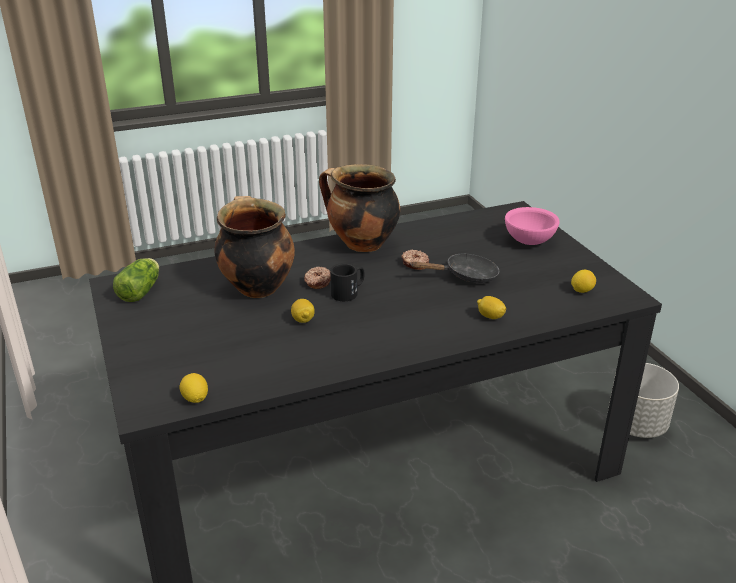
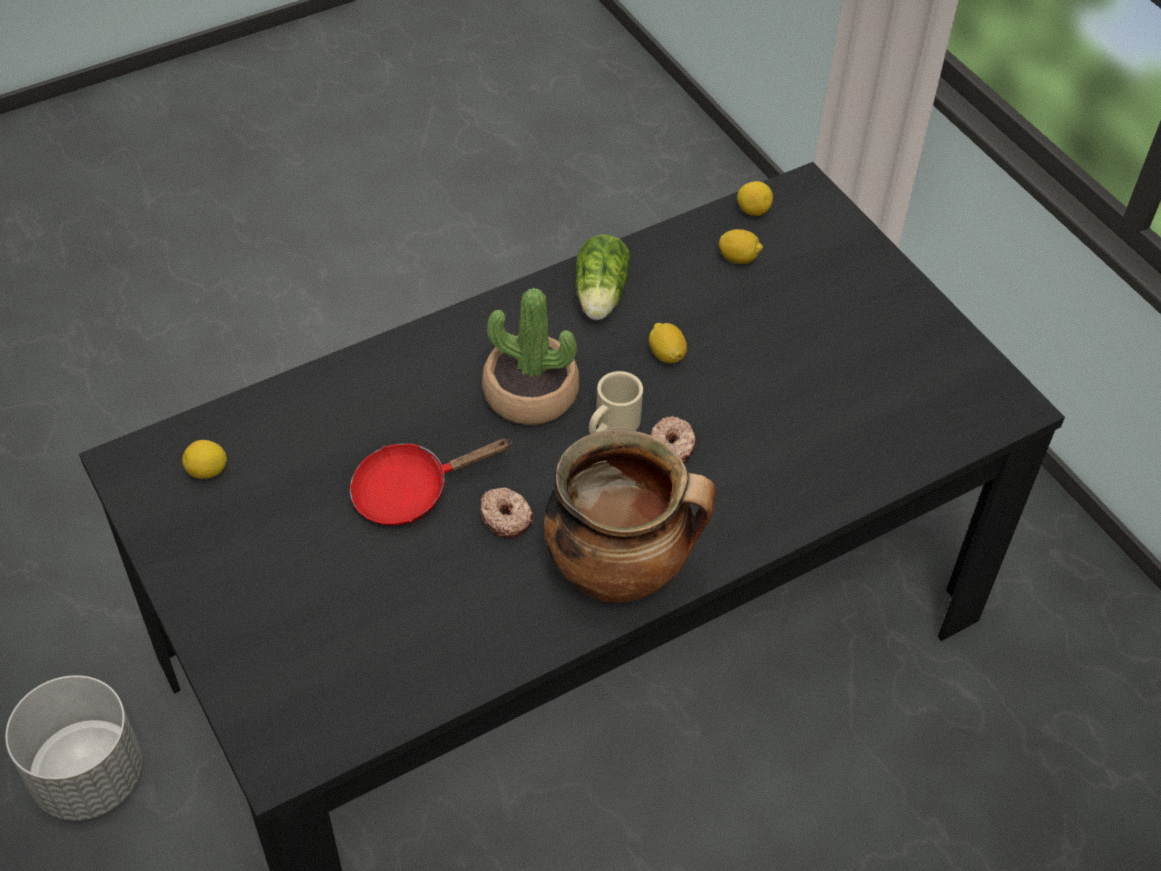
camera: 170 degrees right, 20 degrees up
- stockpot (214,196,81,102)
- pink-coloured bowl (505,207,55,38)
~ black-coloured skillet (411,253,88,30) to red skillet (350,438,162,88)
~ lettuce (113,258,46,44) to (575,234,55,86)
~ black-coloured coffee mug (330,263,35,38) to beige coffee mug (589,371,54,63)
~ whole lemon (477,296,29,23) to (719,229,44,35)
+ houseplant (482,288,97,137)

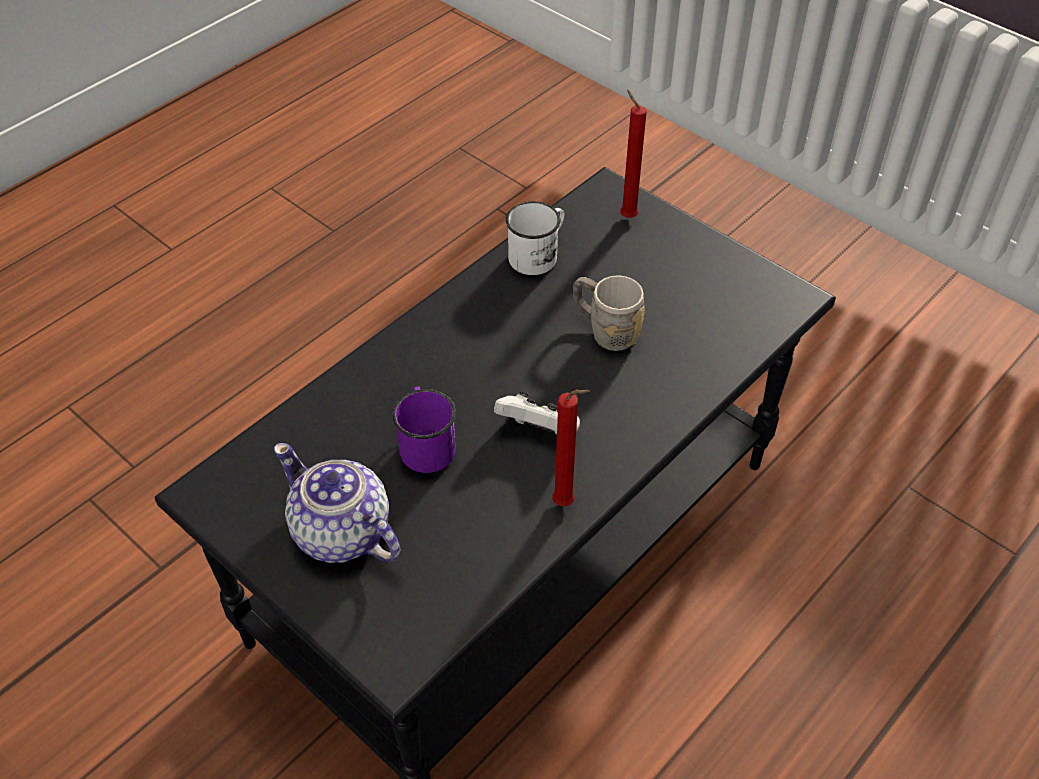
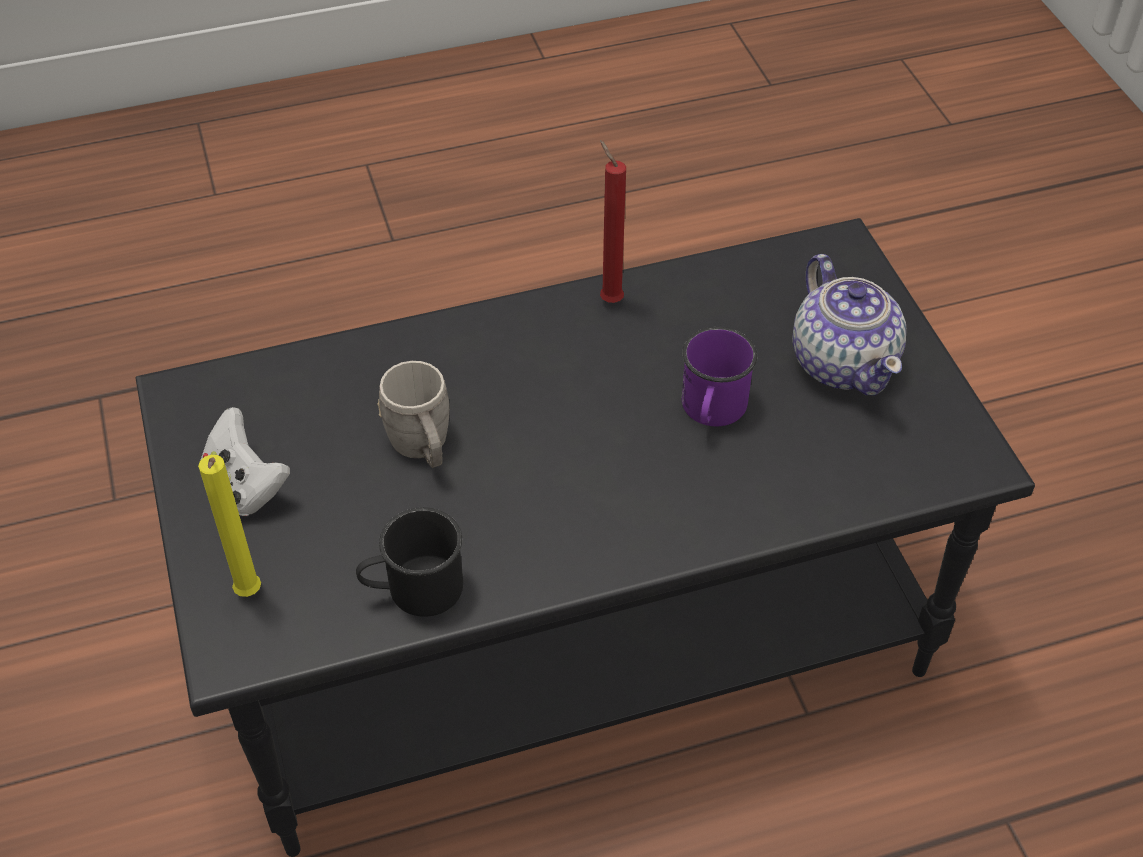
camera: 150 degrees left, 0 degrees up
~ red wax light (620,90,27,128) to yellow wax light (198,455,63,142)
~ white coffee mug (506,201,59,74) to black-coloured coffee mug (356,507,107,110)
~ white joypad (494,390,86,44) to (200,407,90,109)

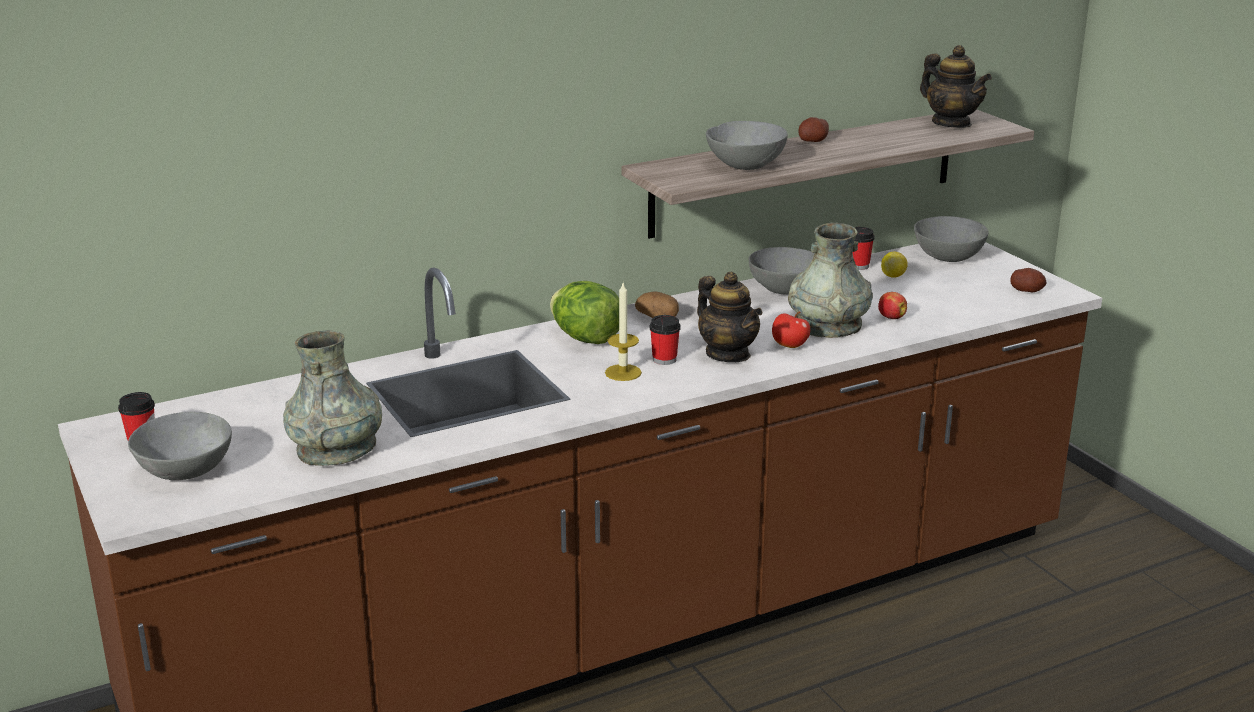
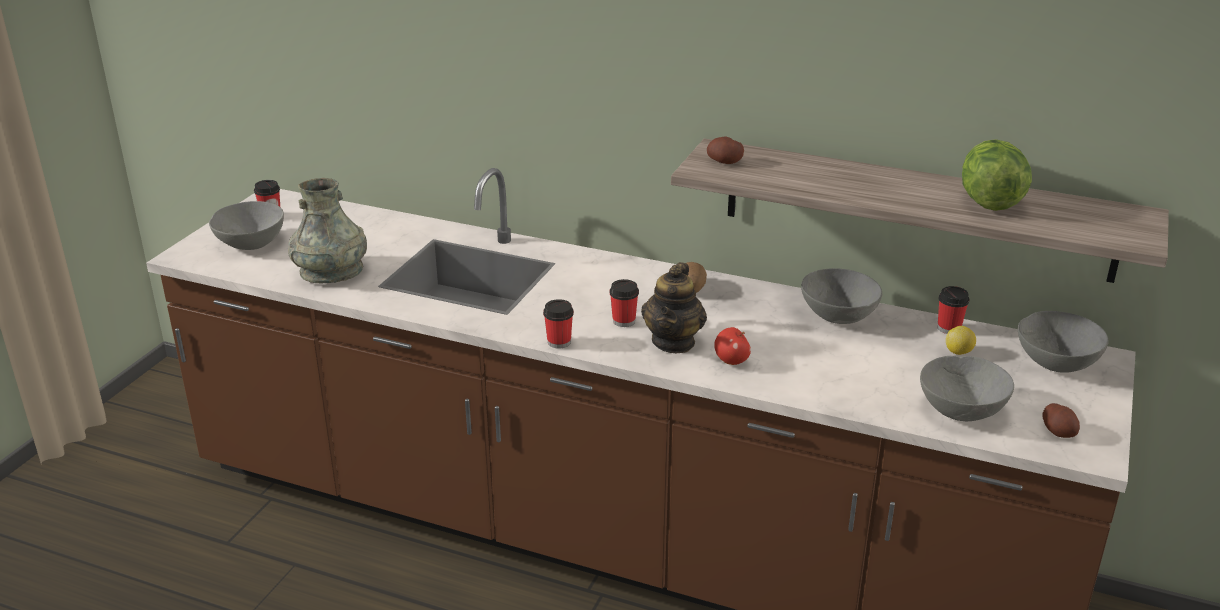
camera: 50 degrees right, 5 degrees up
- pot for tea (920,45,72,83)
~ whole potato (798,117,31,25) to (707,137,37,27)
~ greyish bowl (706,121,82,49) to (920,356,94,65)
- greyish vase (788,223,85,115)
~ lettuce (550,281,69,63) to (962,139,70,72)
- wax light (605,283,37,98)
- apple (878,292,29,27)
+ cup (543,299,31,50)

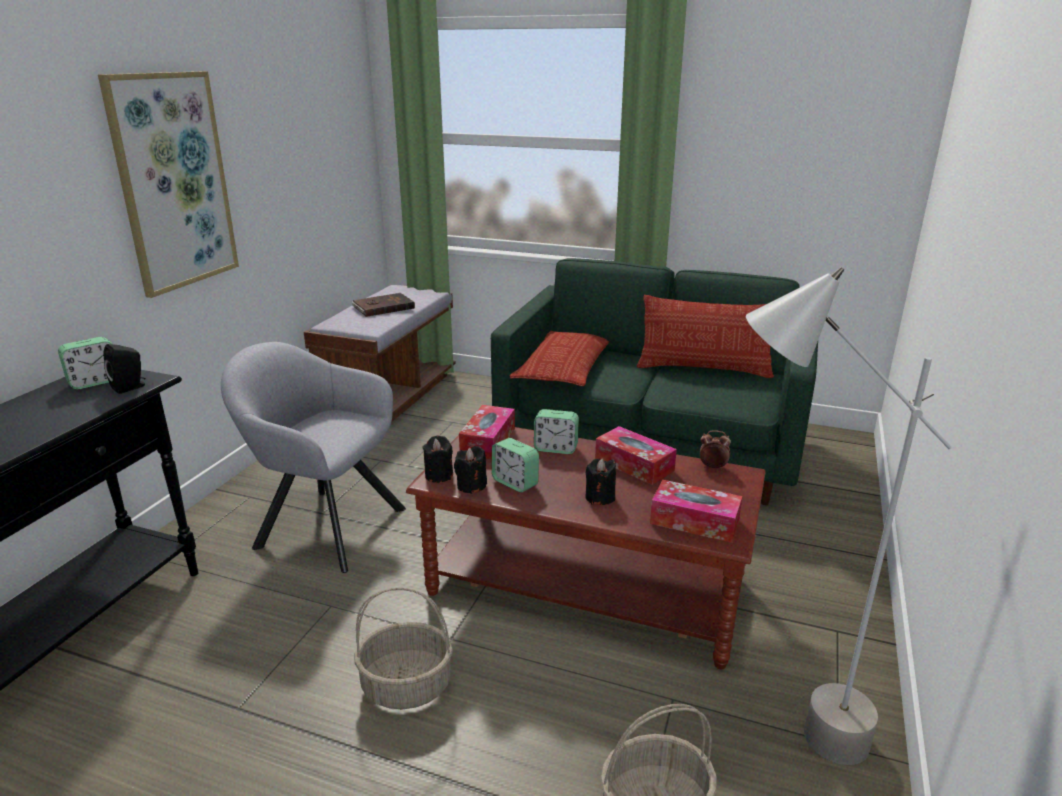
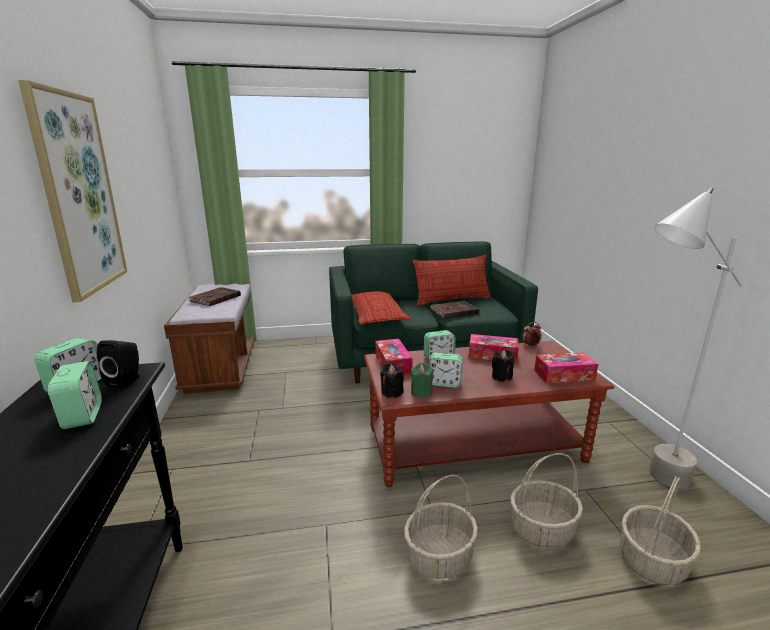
camera: 30 degrees left, 5 degrees down
- greyish easy chair (221,342,185,231)
~ black-coloured wax light (454,446,33,48) to green wax light (411,363,22,35)
+ brown-coloured book (430,301,49,18)
+ alarm clock (48,361,54,68)
+ storage basket (510,453,73,95)

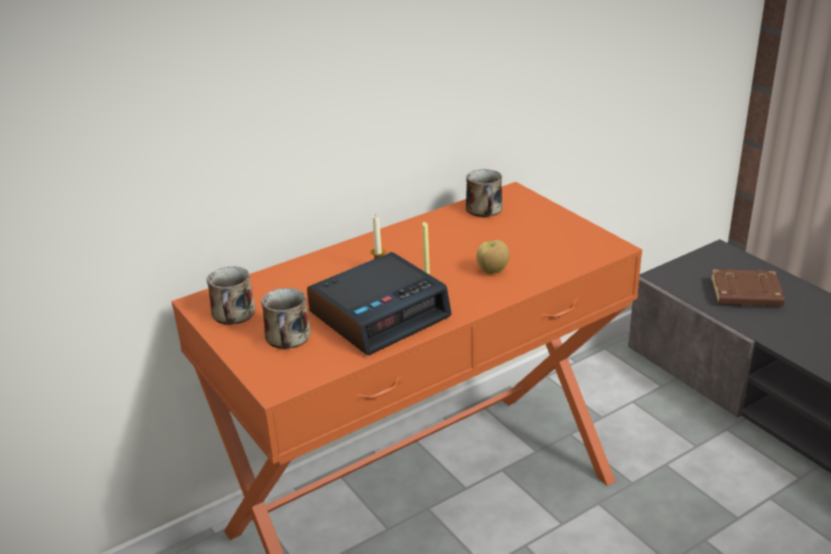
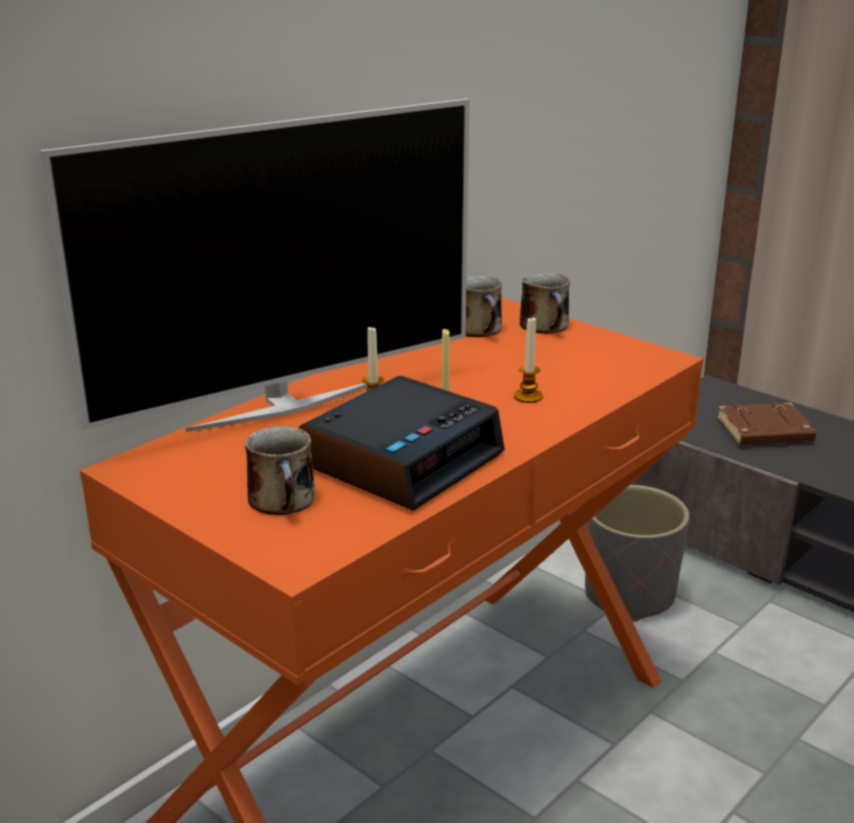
camera: 15 degrees left, 5 degrees down
~ apple (476,240,34,34) to wax light (514,316,29,87)
~ coffee mug (207,266,48,59) to (520,272,50,62)
+ TV (40,99,430,333)
+ greyish plant pot (585,485,104,137)

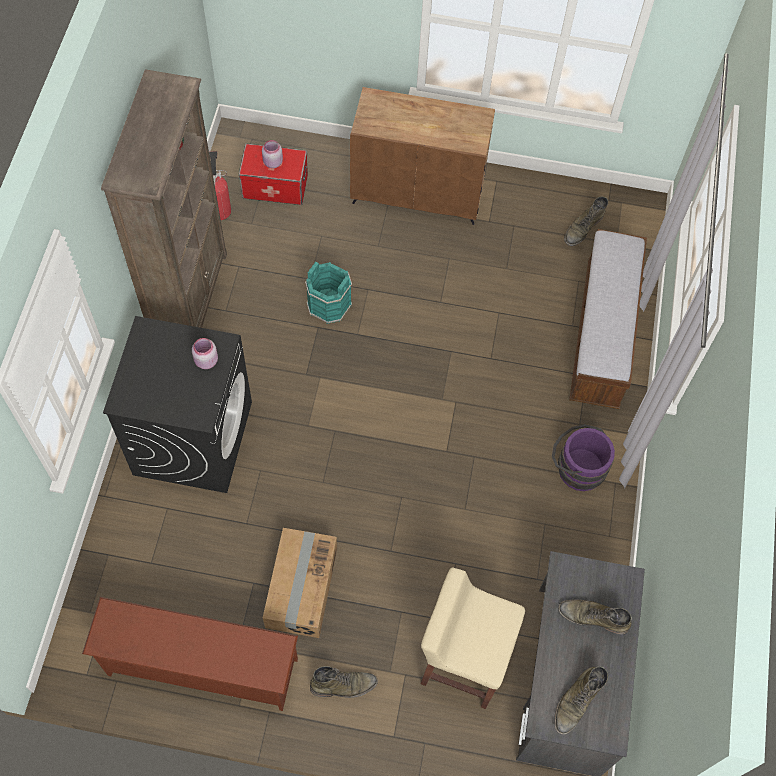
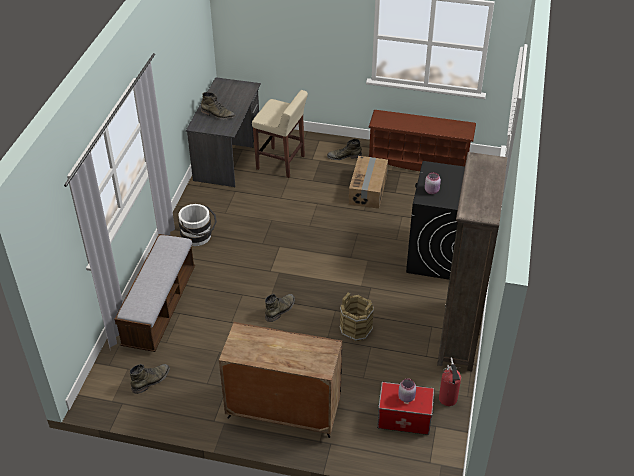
camera: 175 degrees left, 20 degrees down
~ turquoise bucket (305,262,47,62) to brown-coloured bucket (339,293,35,49)
~ purple-coloured bucket (552,424,63,67) to white bucket (178,204,39,42)
~ green high-top boot (554,666,54,69) to (265,294,30,28)

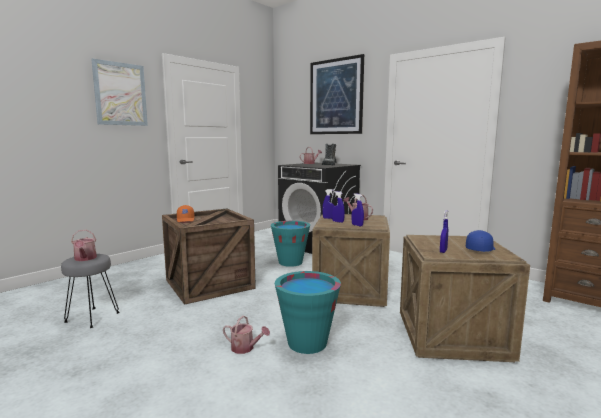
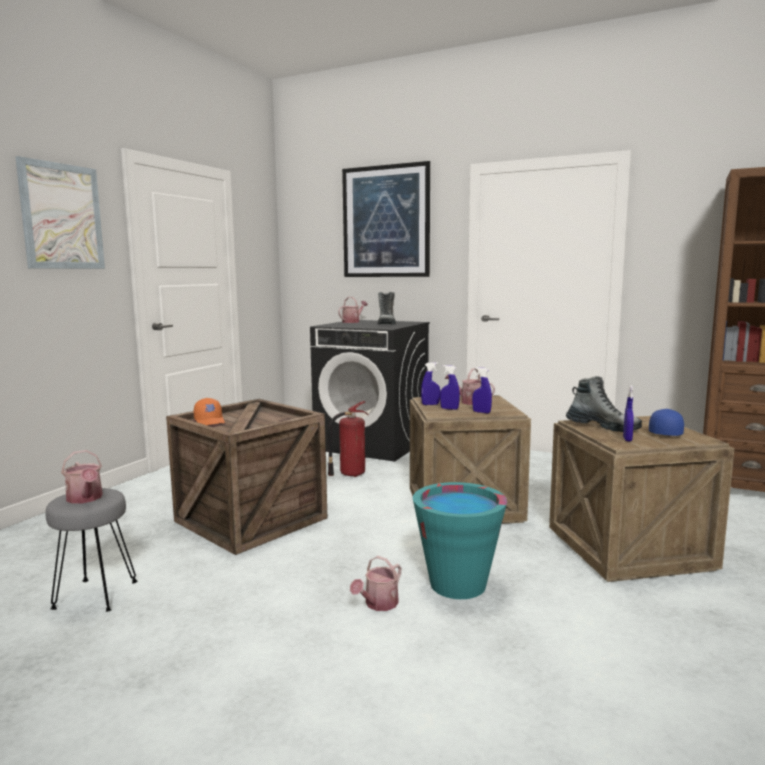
camera: 15 degrees left, 0 degrees up
~ turquoise bucket (271,221,39,46) to fire extinguisher (328,401,40,76)
~ watering can (223,316,47,38) = (350,556,51,55) 120 degrees clockwise
+ high-top boot (566,376,76,56)

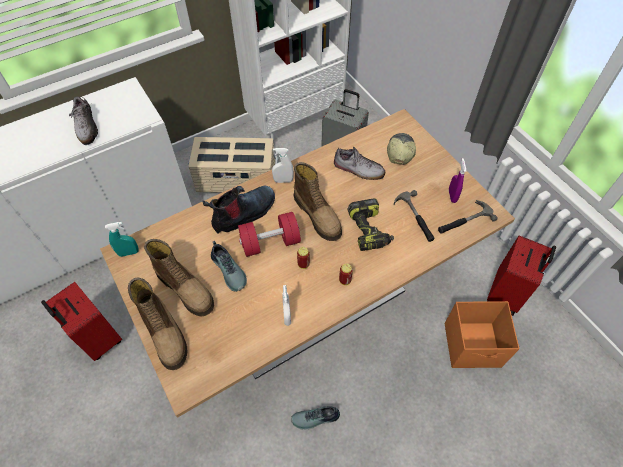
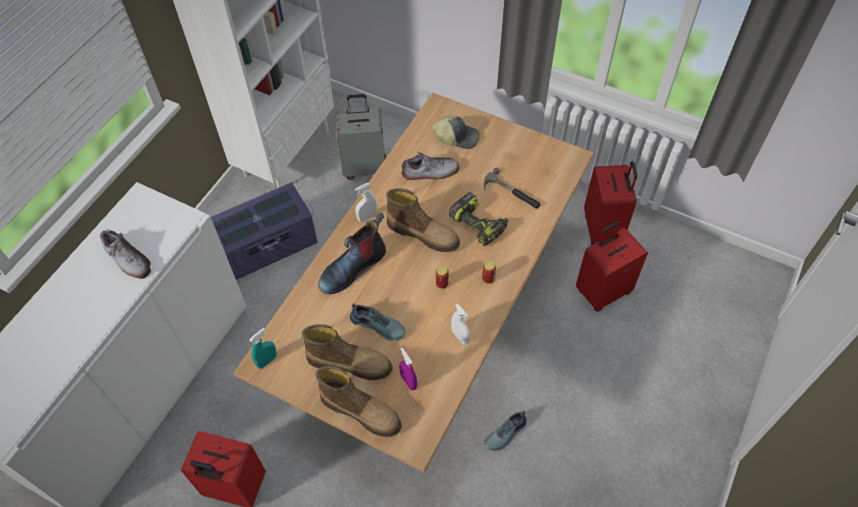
camera: 30 degrees left, 0 degrees up
~ peaked cap (387,133,29,32) = (433,116,47,33) 120 degrees clockwise
~ beige storage bin (188,137,90,56) to purple-coloured storage bin (211,183,107,97)
~ purple-coloured spray bottle (449,158,18,45) to (399,348,18,42)
~ high-top boot (202,186,73,48) = (318,213,68,81) 150 degrees counterclockwise
- hammer (438,200,60,34)
- red dumbbell (238,212,63,45)
~ orange storage bin (445,301,75,67) to red travel case (576,221,72,91)

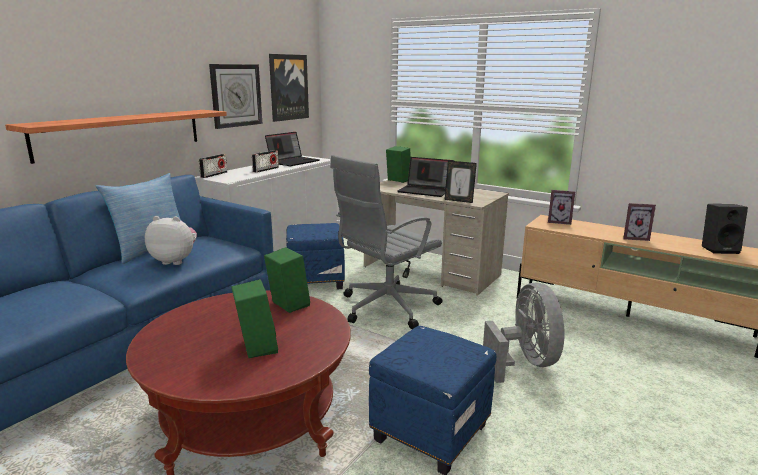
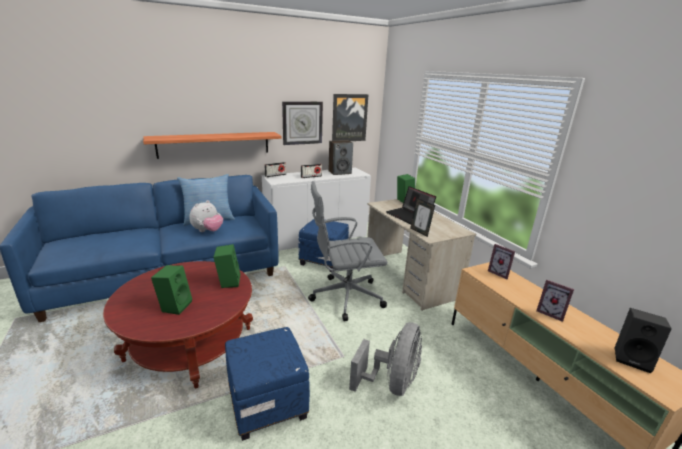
camera: 30 degrees right, 5 degrees up
~ portable computer (265,132,55,34) to speaker (328,140,25,35)
~ cuddly toy (145,216,52,49) = (189,200,34,32) 90 degrees clockwise

